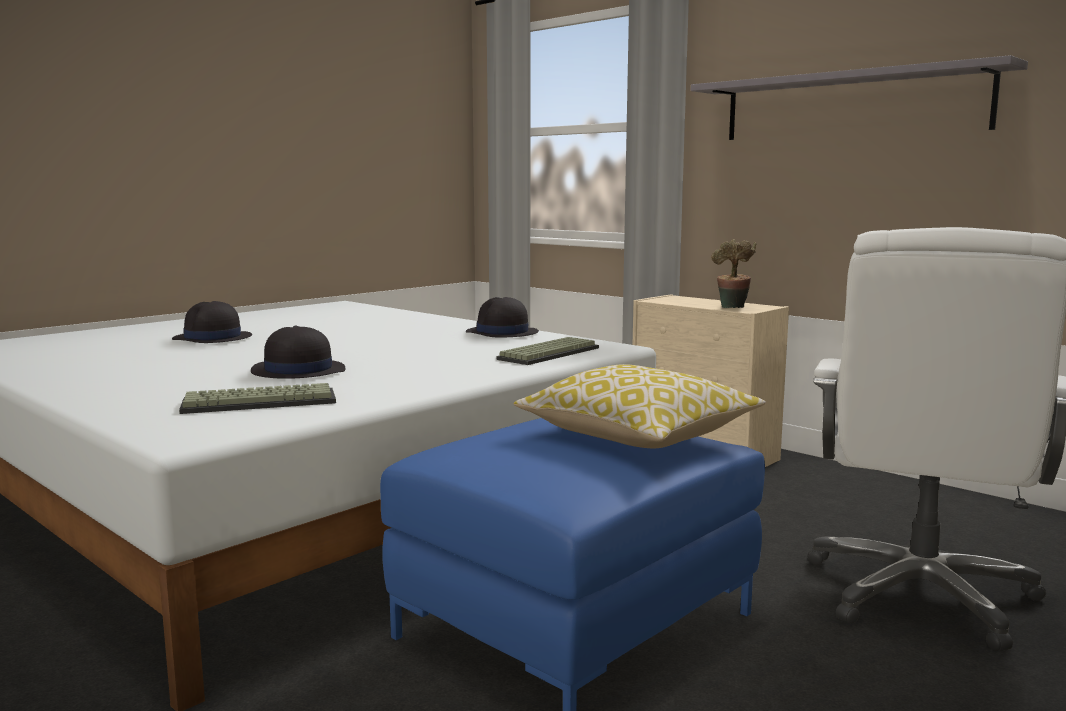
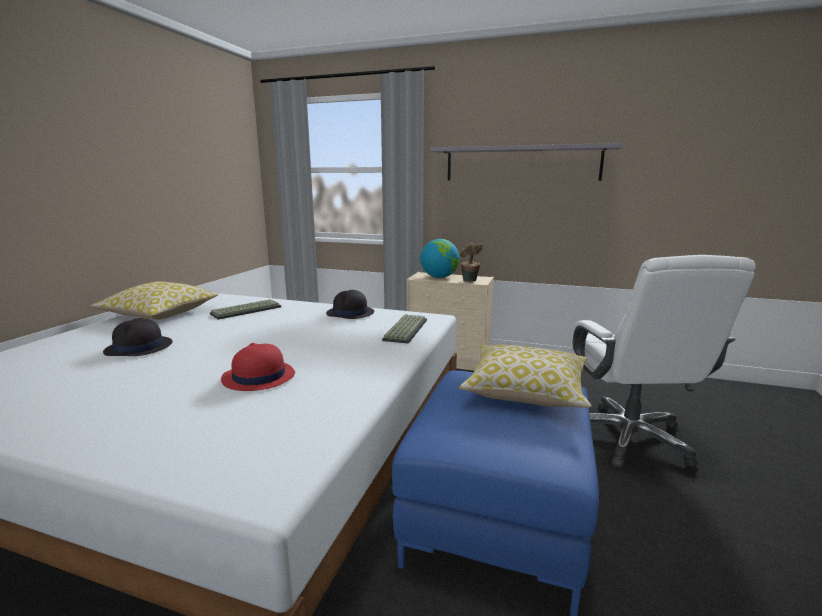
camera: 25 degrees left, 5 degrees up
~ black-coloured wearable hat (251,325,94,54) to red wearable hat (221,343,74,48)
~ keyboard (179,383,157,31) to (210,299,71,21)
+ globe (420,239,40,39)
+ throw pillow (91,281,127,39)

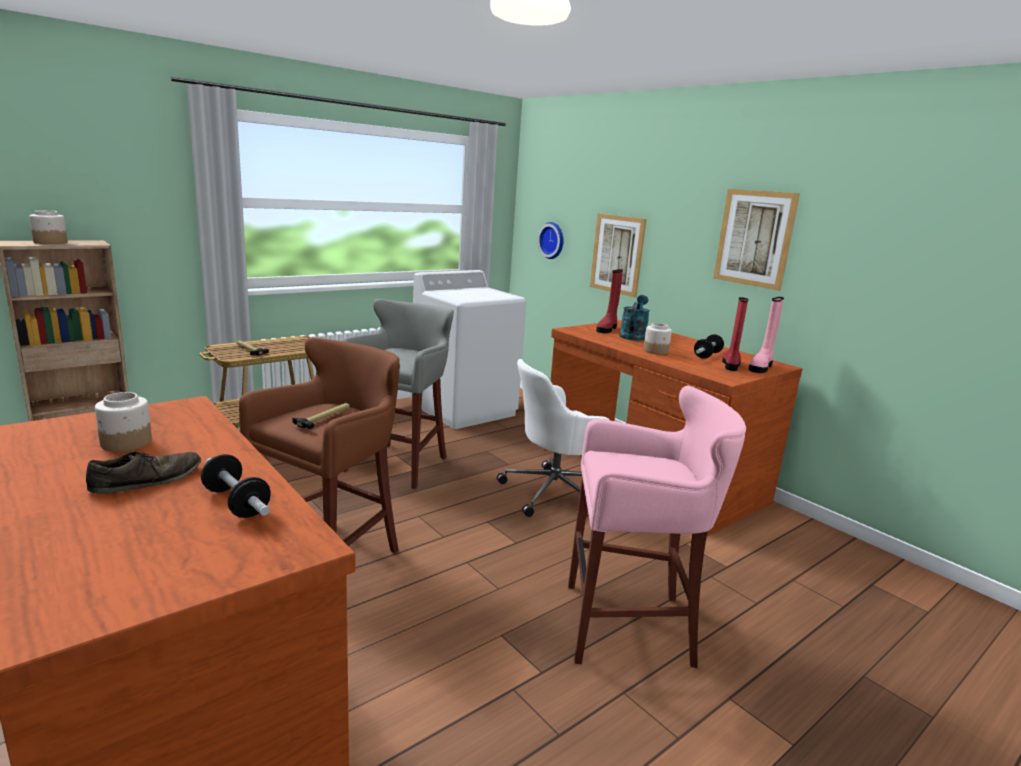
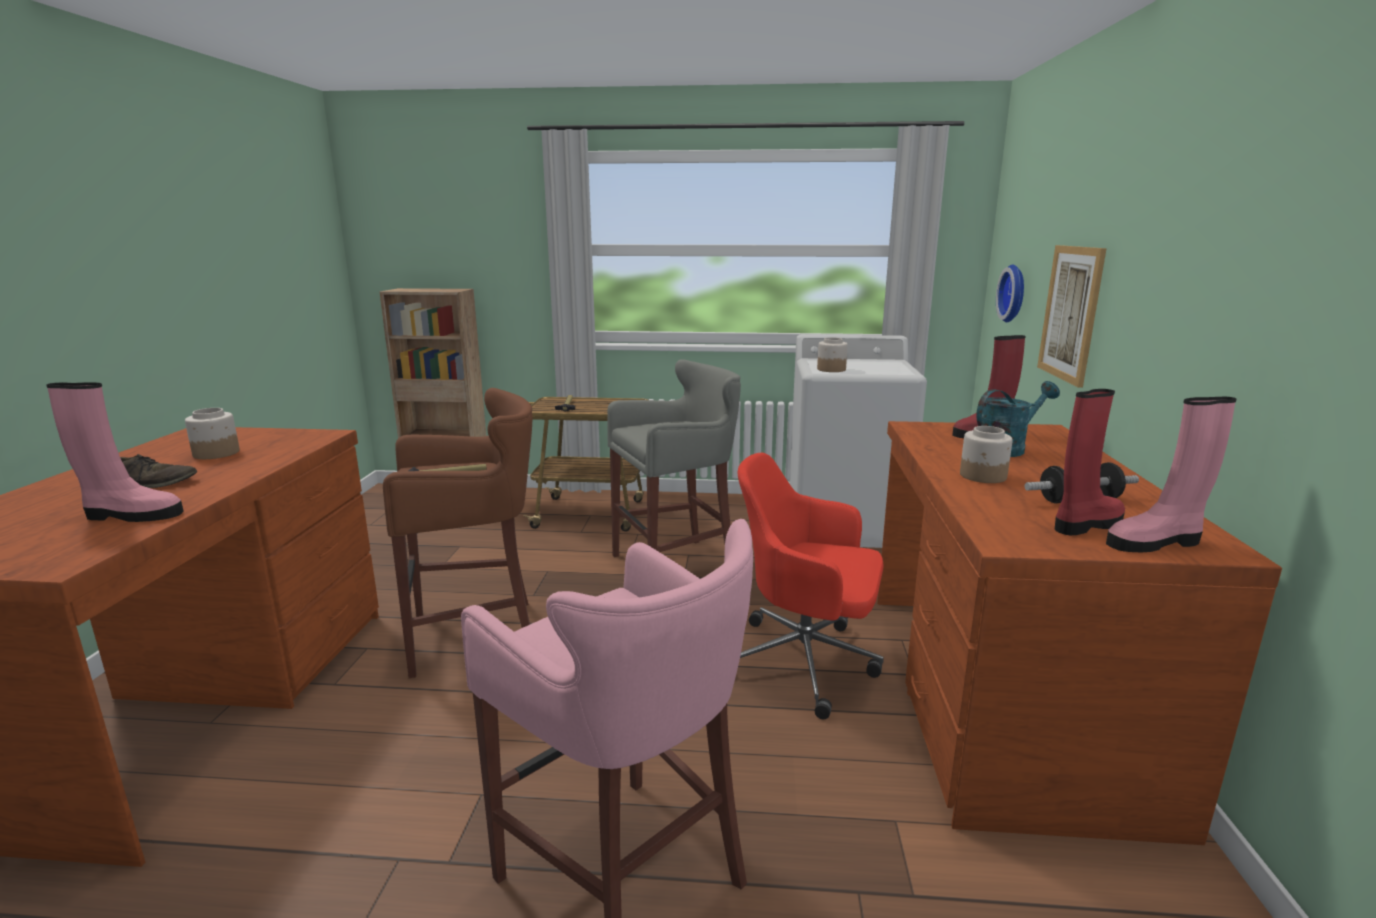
camera: 45 degrees right, 0 degrees up
- picture (713,189,87,102)
~ storage jar (29,210,39,34) to (817,337,31,35)
~ white office chair (497,359,114,158) to red office chair (738,453,146,266)
~ dumbbell (201,454,70,64) to pink-coloured high-top boot (46,382,137,140)

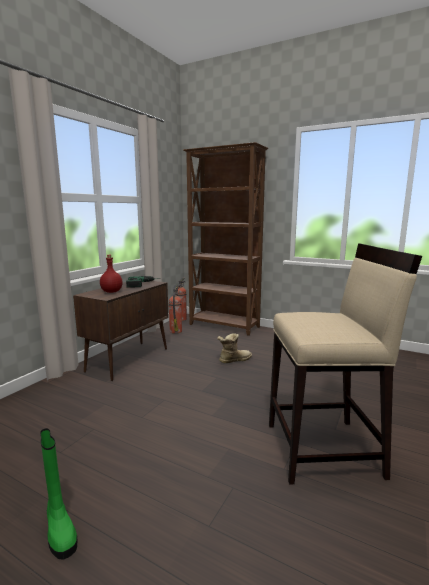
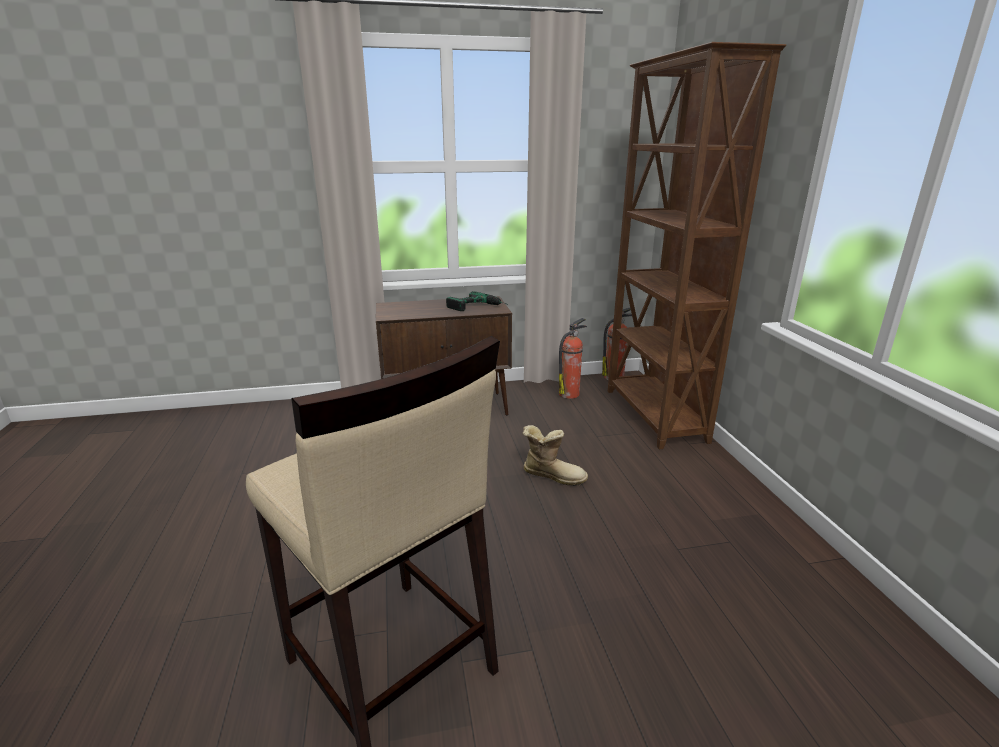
camera: 50 degrees right, 10 degrees up
- red drink bottle (100,255,23,38)
- green high-top boot (40,428,37,132)

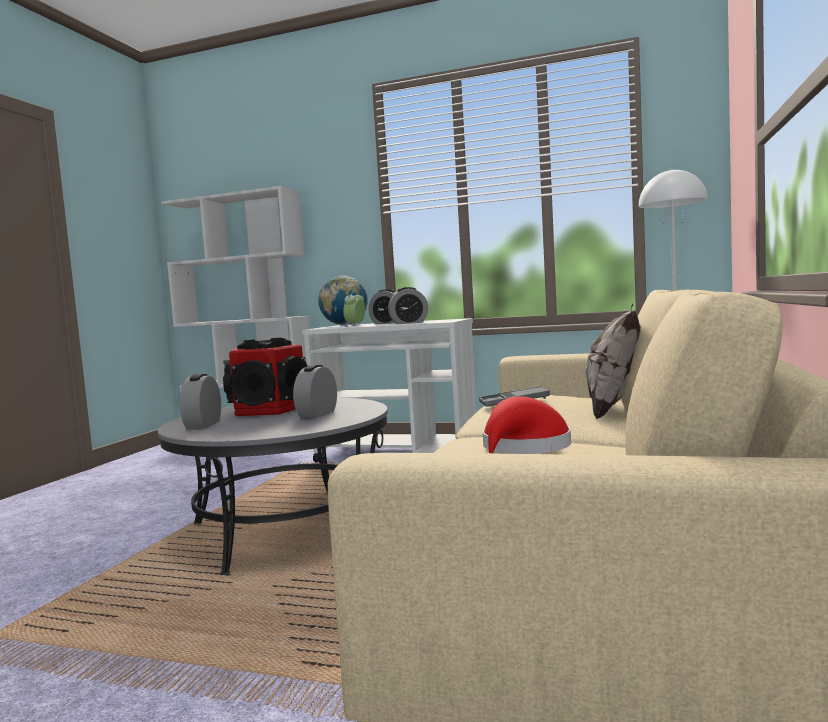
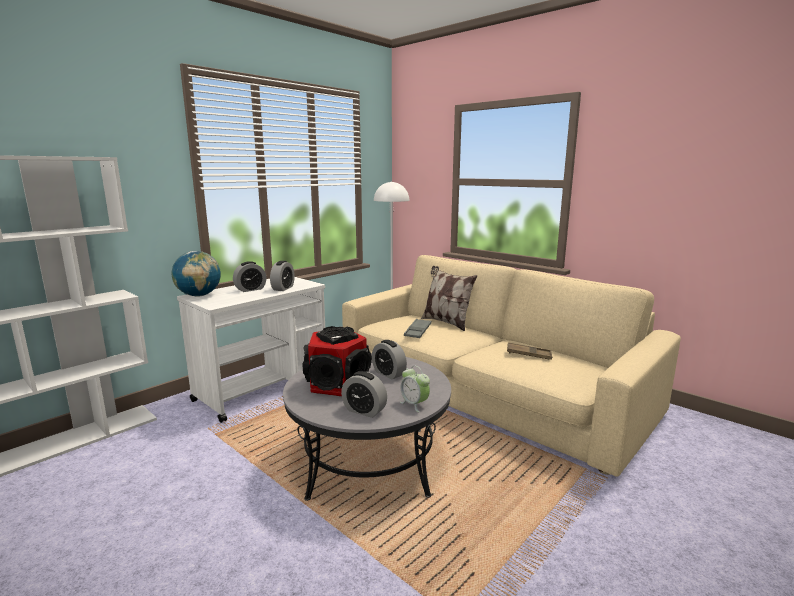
camera: 65 degrees left, 10 degrees up
~ alarm clock (343,291,22,36) to (400,366,30,46)
~ red wearable hat (483,396,88,58) to brown-coloured serving tray (507,342,45,18)

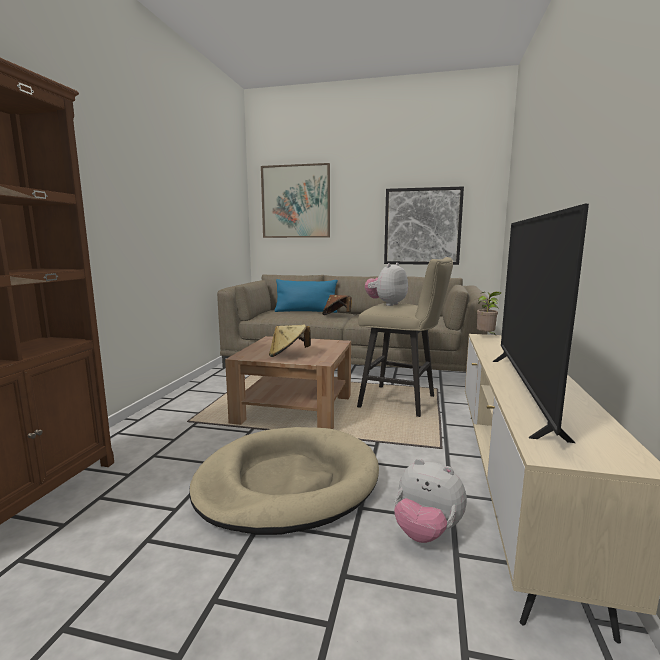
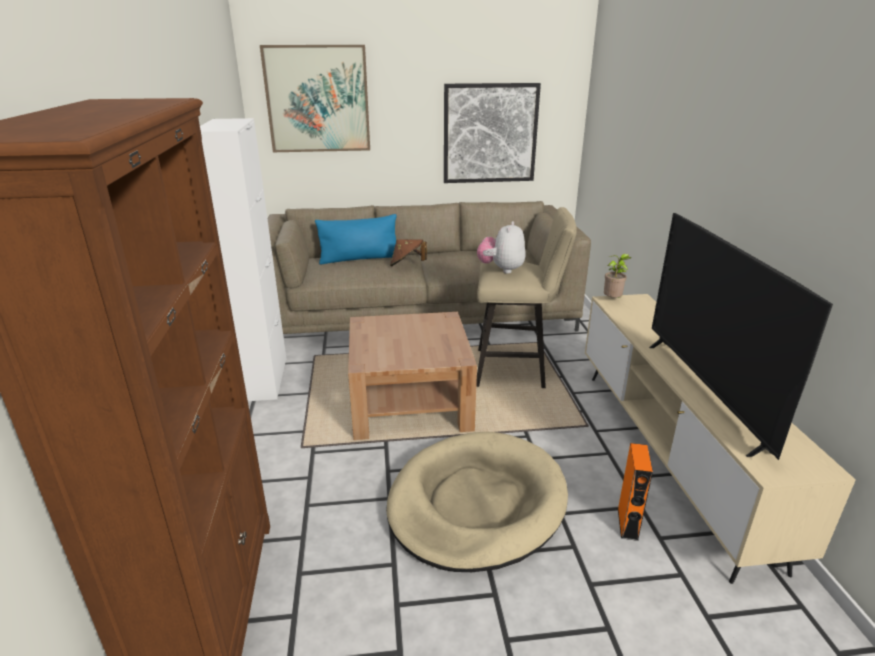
camera: 20 degrees left, 15 degrees up
- beige wearable hat (269,325,42,32)
~ cuddly toy (394,458,73,85) to orange speaker (618,443,35,98)
+ white storage cabinet (200,118,86,283)

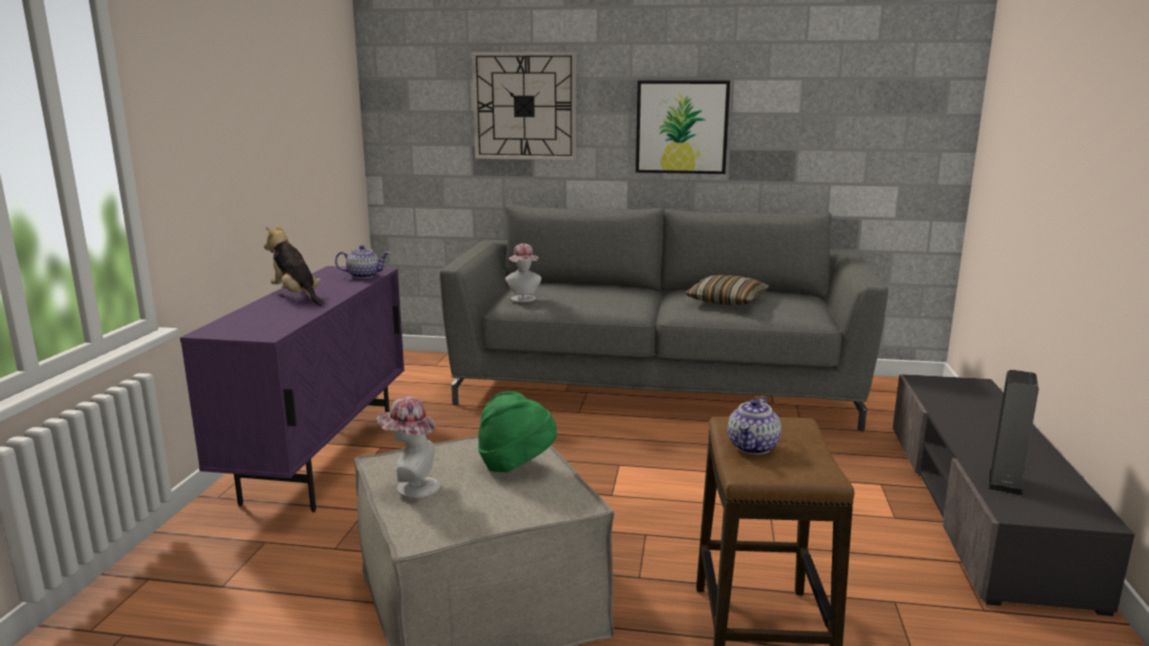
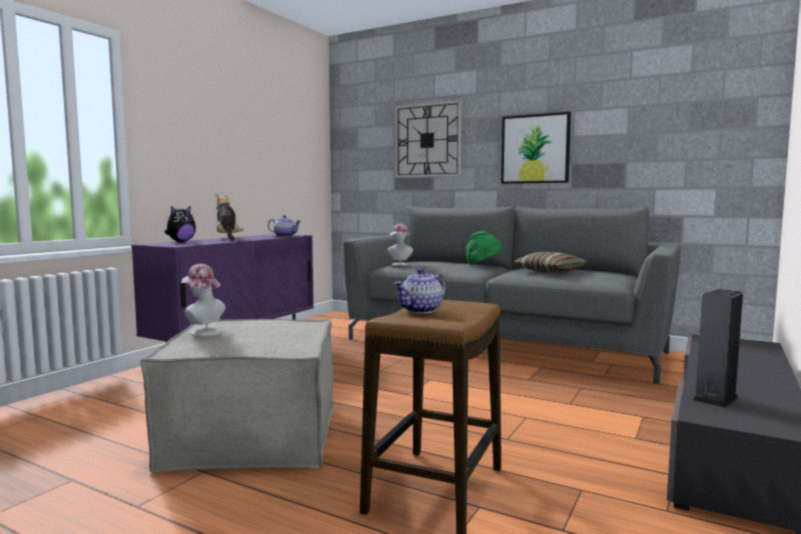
camera: 20 degrees right, 10 degrees down
~ green wearable hat (478,391,79,81) to (466,231,36,34)
+ cuddly toy (164,206,32,36)

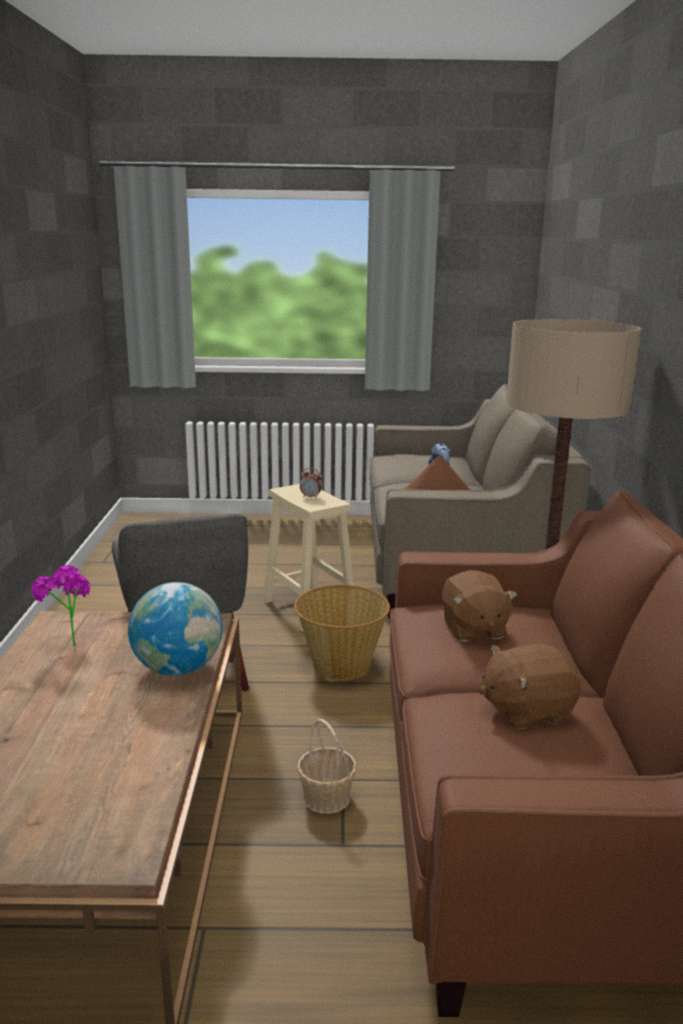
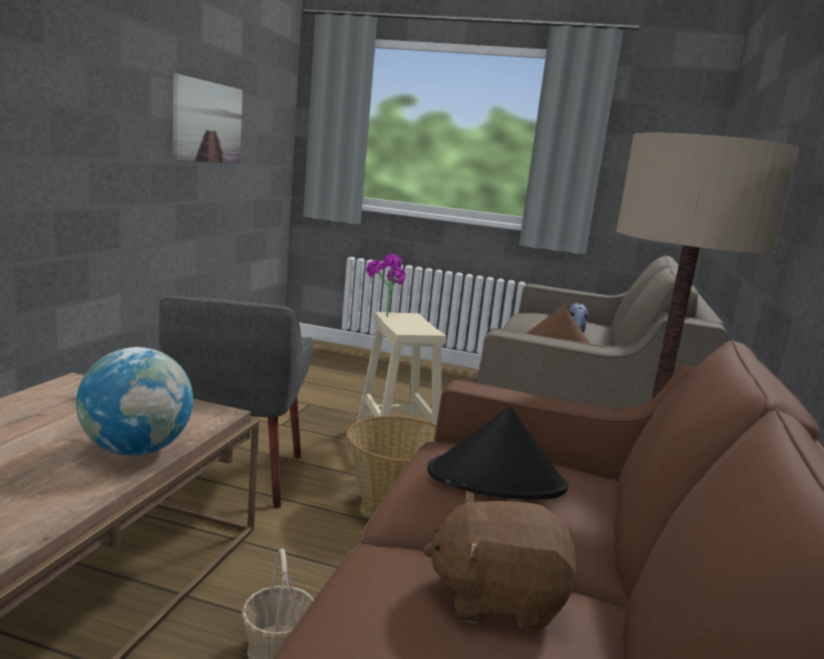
camera: 15 degrees right, 5 degrees down
- alarm clock (300,468,22,31)
~ houseplant (31,565,60,82) to (366,254,40,63)
~ brown-coloured cuddly toy (442,570,75,72) to black-coloured wearable hat (427,407,141,93)
+ picture (172,73,71,90)

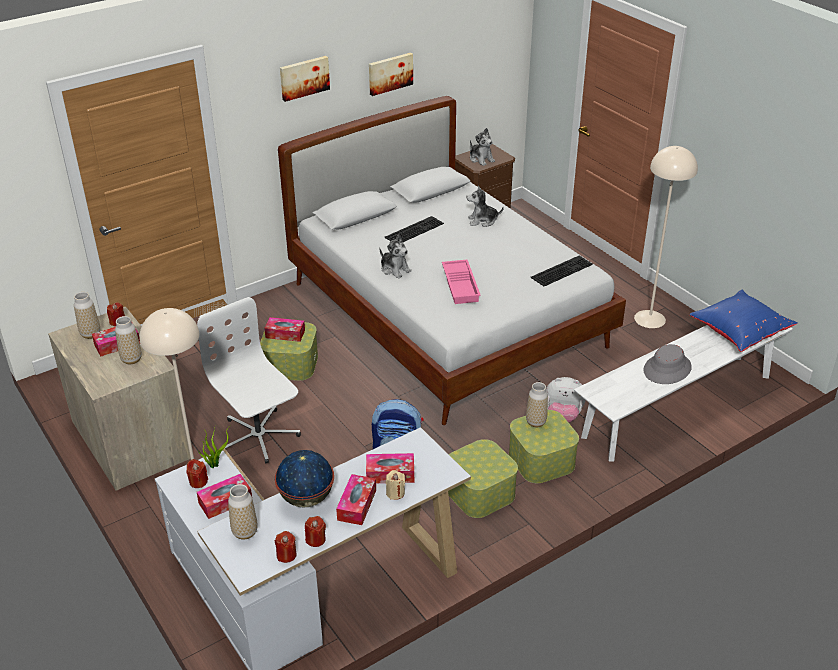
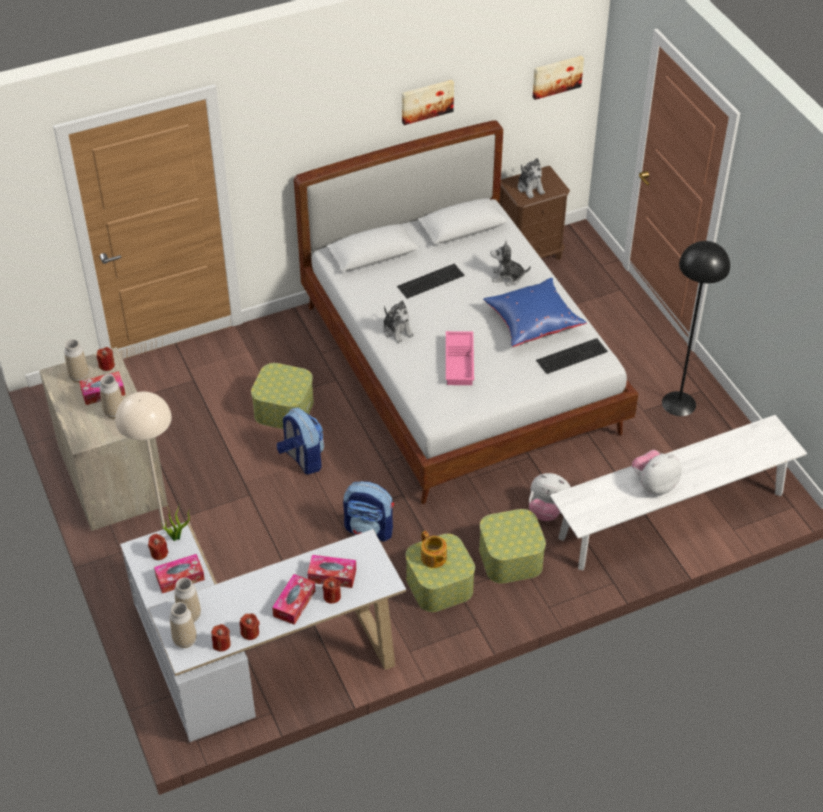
camera: 10 degrees right, 10 degrees up
~ picture (280,56,50,46) to (533,56,51,44)
~ beige floor lamp (634,146,64,182) to black-coloured floor lamp (662,241,68,175)
~ bluish throw pillow (689,290,109,62) to (483,278,104,69)
- white office chair (197,297,104,167)
- tissue holder (264,317,41,25)
~ greyish wearable hat (643,344,49,40) to cuddly toy (632,450,50,45)
~ vase (526,382,22,46) to (170,602,26,46)
- globe (275,450,59,57)
~ beige wax light (386,470,19,30) to red wax light (323,577,18,27)
+ knapsack (277,407,47,67)
+ pot for tea (421,531,26,37)

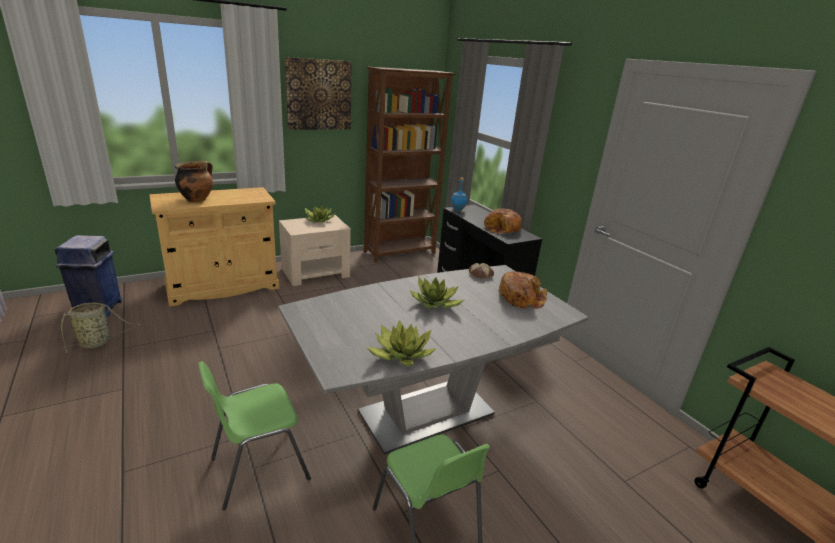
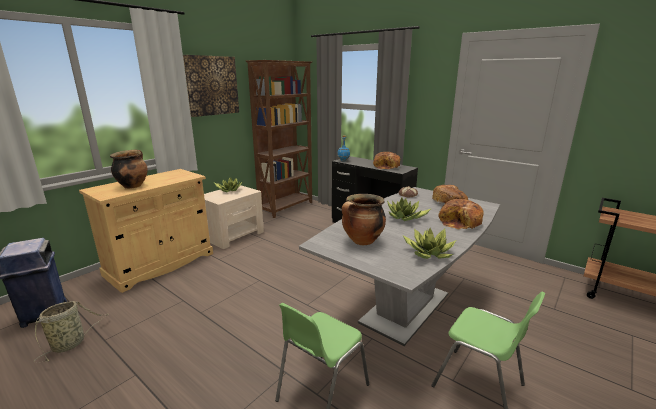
camera: 20 degrees left, 5 degrees down
+ stockpot (342,194,44,51)
+ bread (438,199,46,30)

